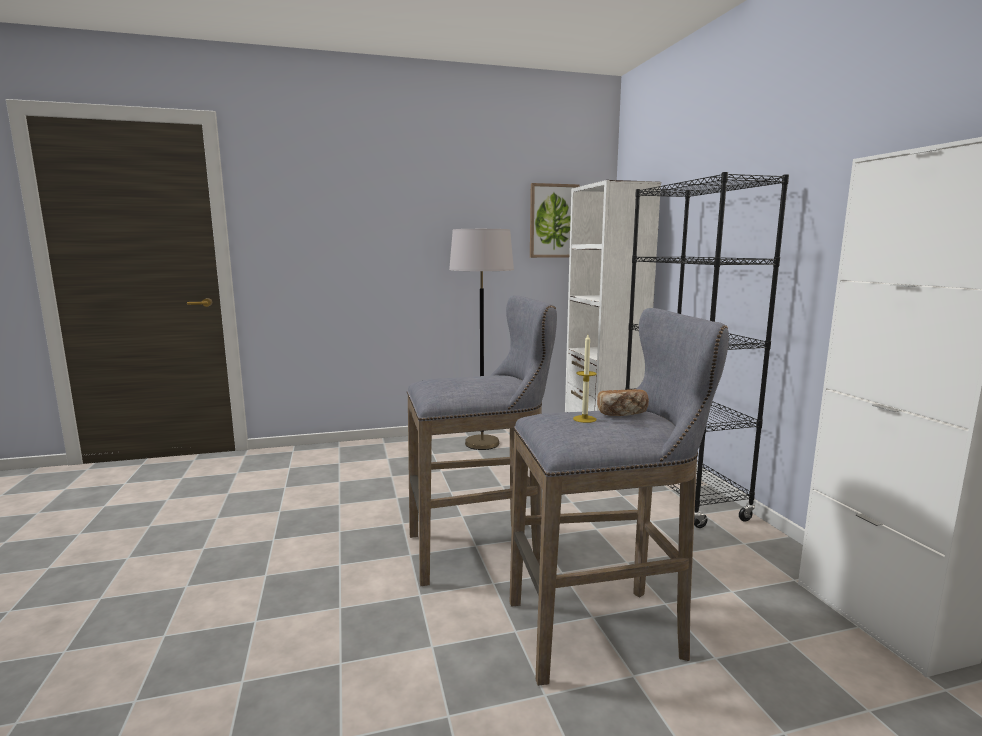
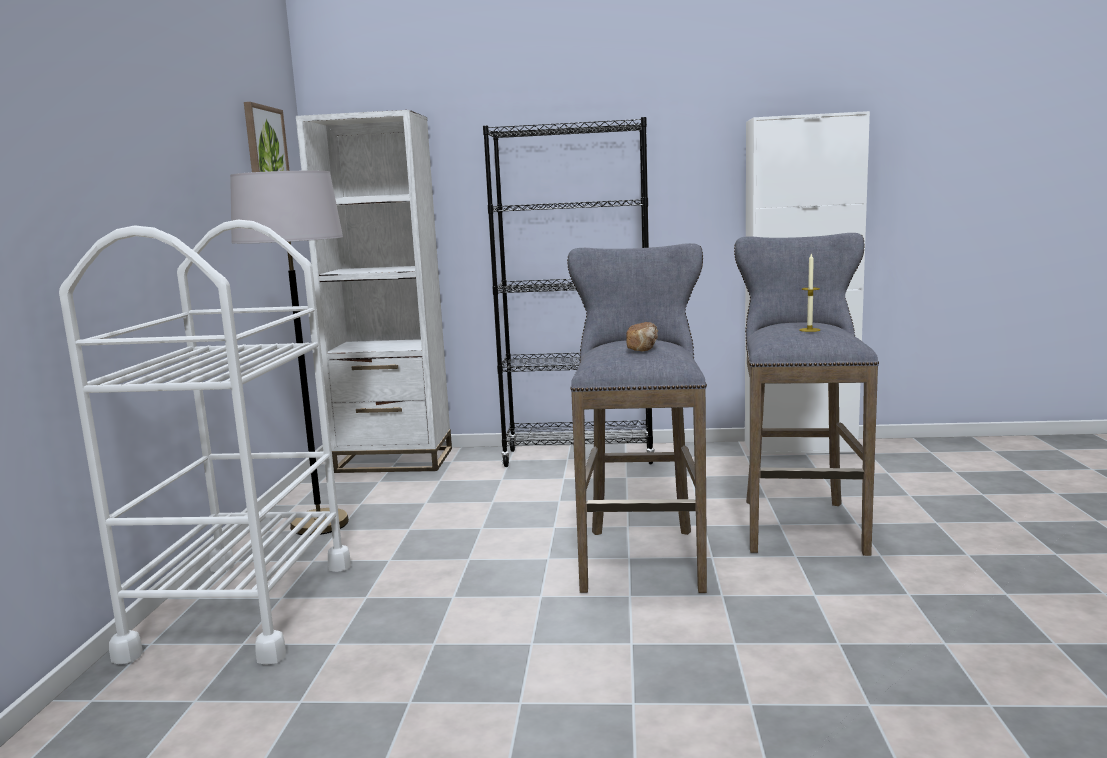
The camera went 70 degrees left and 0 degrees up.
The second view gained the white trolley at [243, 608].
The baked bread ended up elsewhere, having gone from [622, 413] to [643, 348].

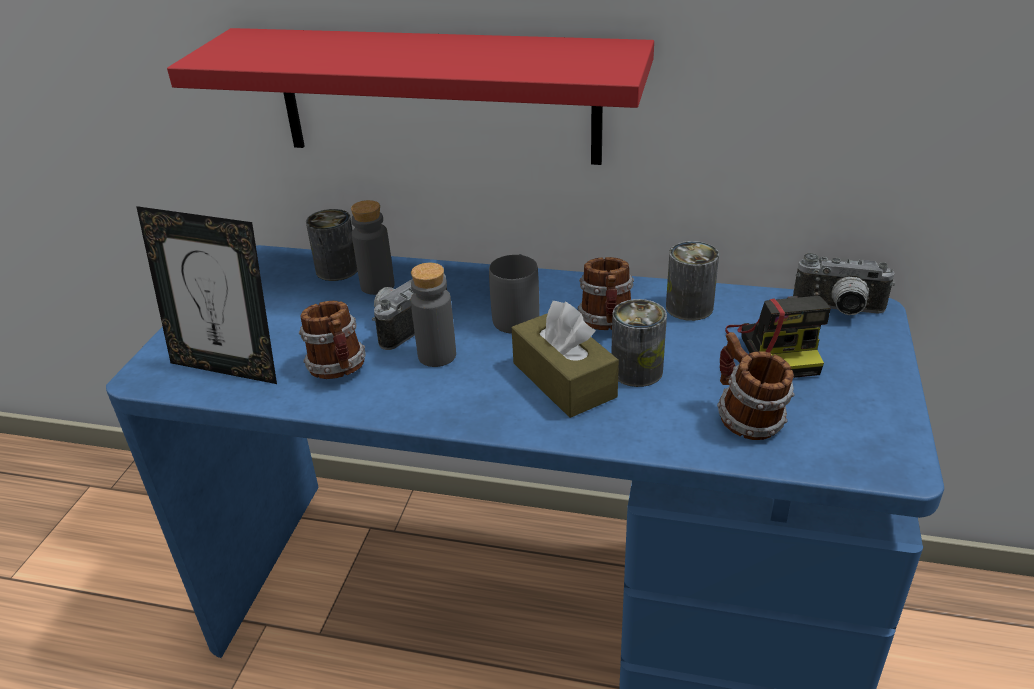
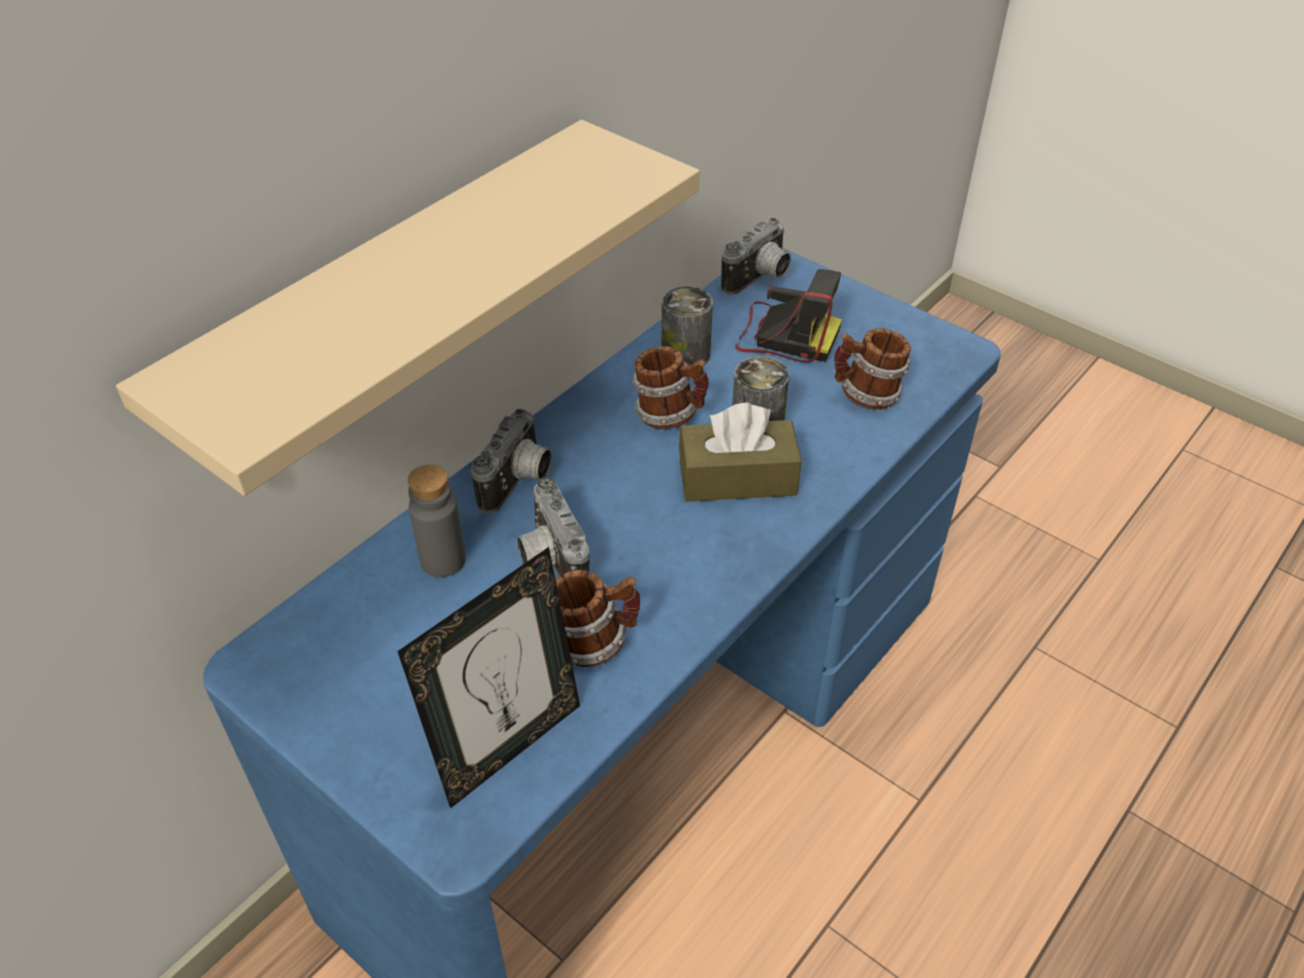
The camera went 65 degrees left and 10 degrees up.
What was the red-coloured bracket shelf at [437, 96] turned into the beige-coloured bracket shelf at [393, 304].
The second view gained the photo camera at [519, 482].
The second view lost the can at [337, 269].
The second view lost the greyish drink bottle at [437, 355].
The second view lost the greyish mug at [517, 314].

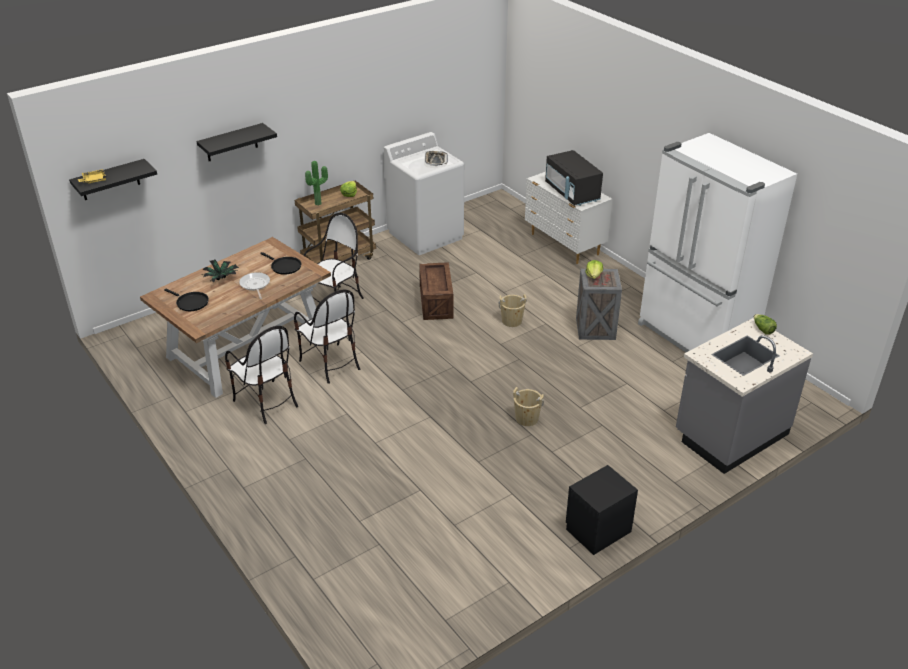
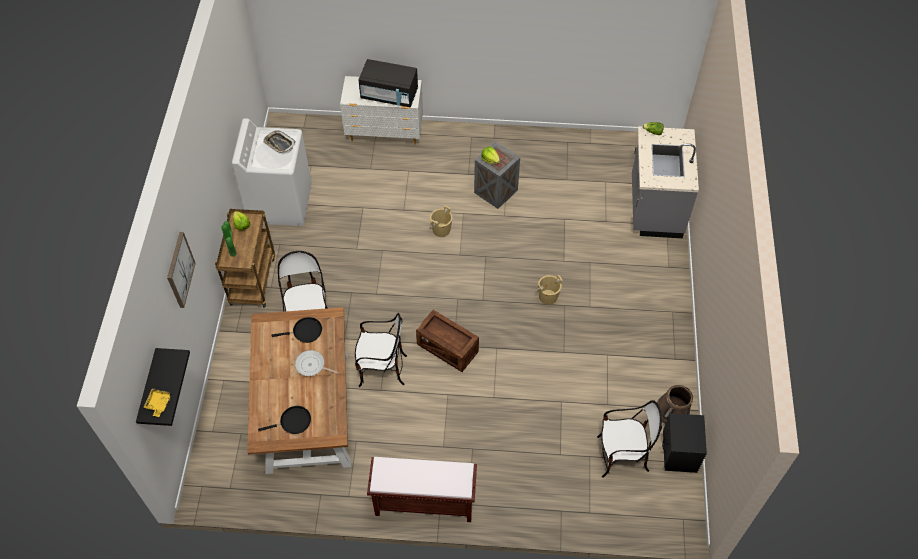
The camera went 50 degrees left and 20 degrees up.
Where the blackish bracket shelf hung at [231, 143], the wall art came to hang at [179, 270].
The second view gained the brownish long seat at [423, 502].
The packing crate ended up elsewhere, having gone from [436, 303] to [447, 348].
The upright chair ended up elsewhere, having gone from [266, 402] to [621, 456].
The second view gained the brownish pail at [671, 411].
The blackish nightstand ended up elsewhere, having gone from [598, 530] to [679, 453].
The second view lost the potted plant at [221, 279].
The second view lost the white fridge at [694, 337].

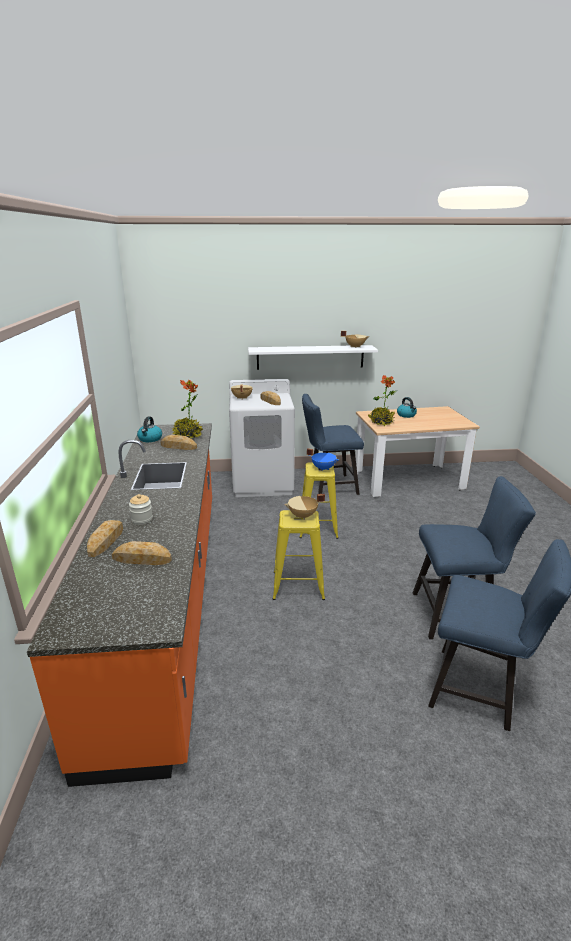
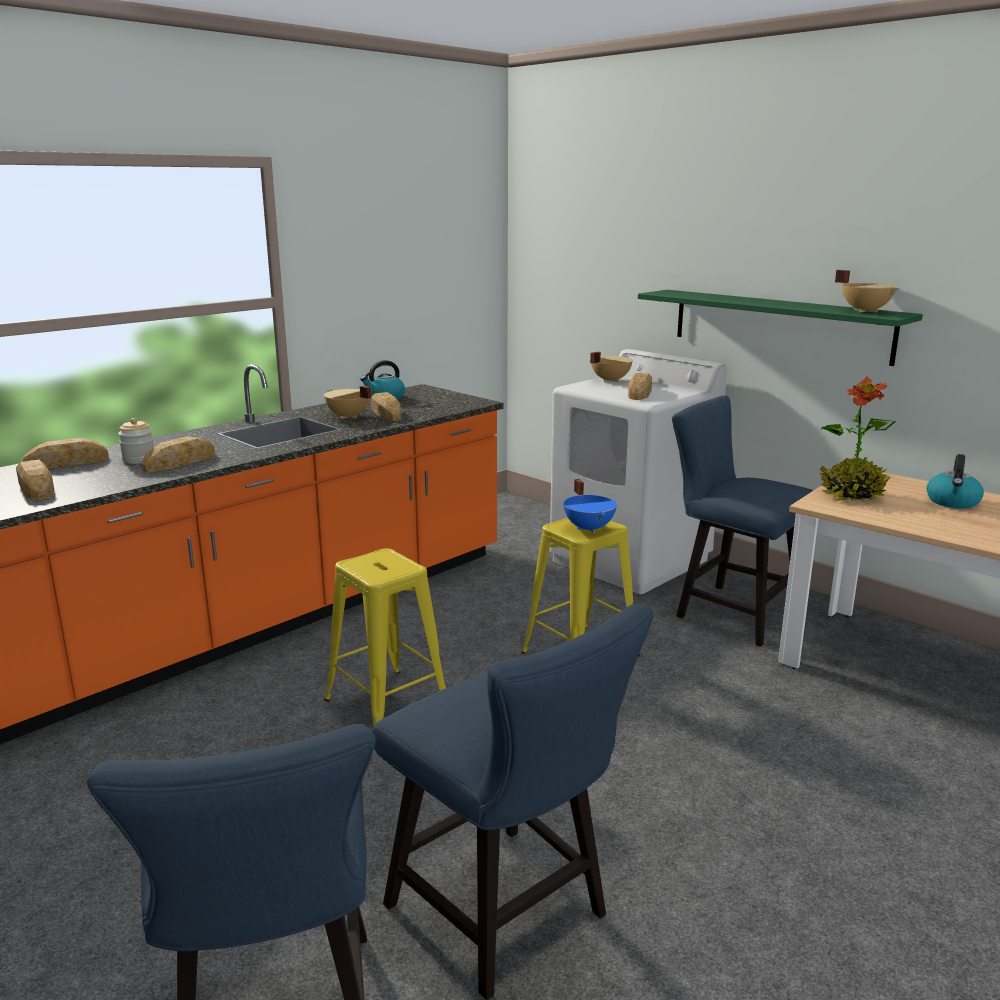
The camera went 50 degrees right and 5 degrees down.
The second view gained the baked bread at [179, 462].
The beige-coloured cooking pot ended up elsewhere, having gone from [303, 516] to [348, 417].
What was the white bracket shelf at [310, 357] turned into the green-coloured bracket shelf at [779, 325].
The second view lost the potted plant at [188, 435].

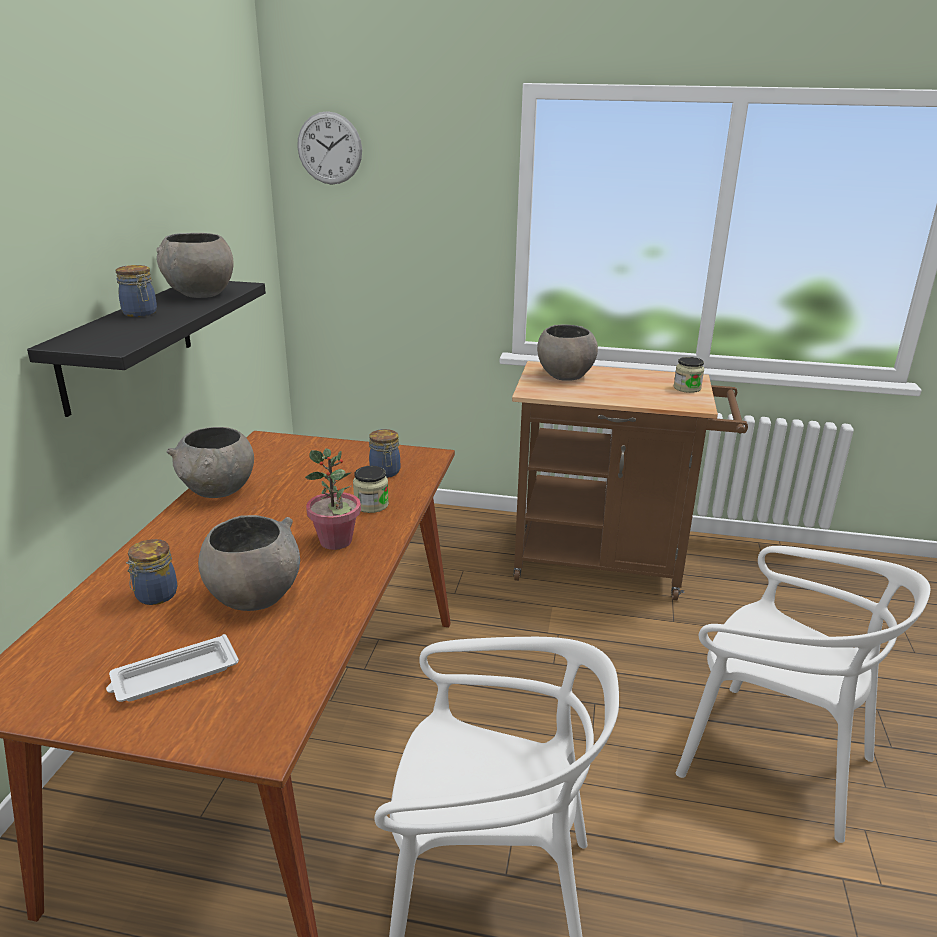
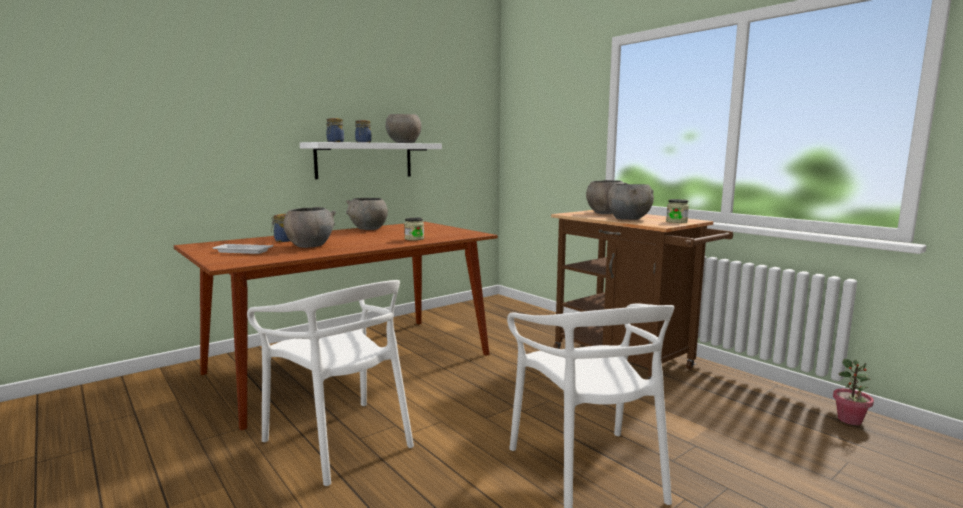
The camera went 40 degrees right and 15 degrees down.
What was the blackish bracket shelf at [128, 343] turned into the white bracket shelf at [364, 160].
The jar ended up elsewhere, having gone from [385, 472] to [335, 142].
The second view gained the greyish deep dish at [629, 219].
The potted plant ended up elsewhere, having gone from [336, 541] to [850, 420].
The second view lost the hanging clock at [329, 148].

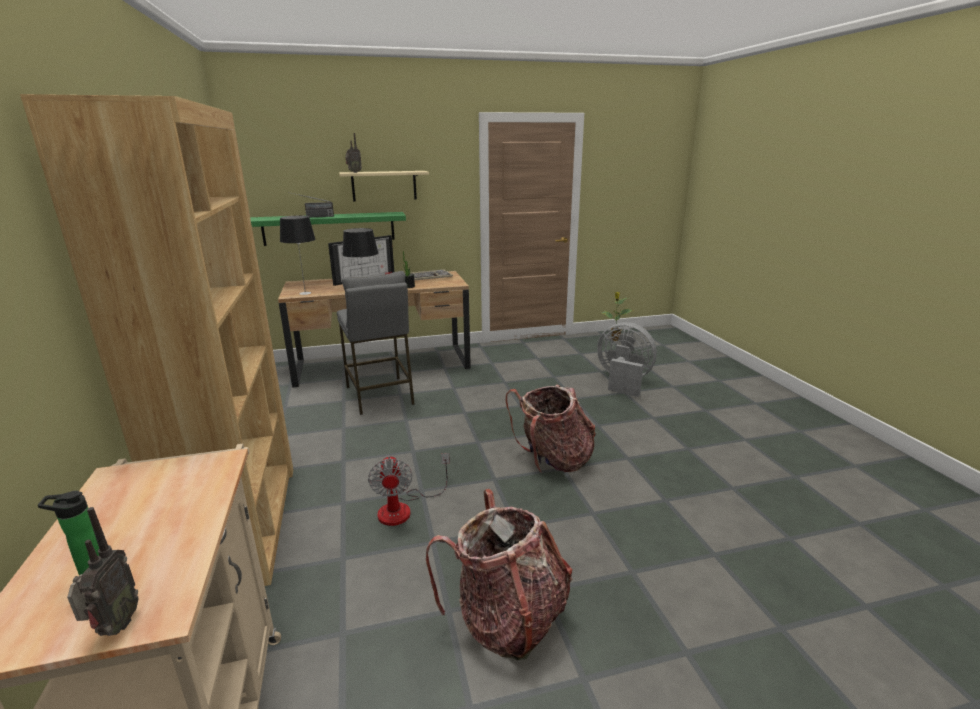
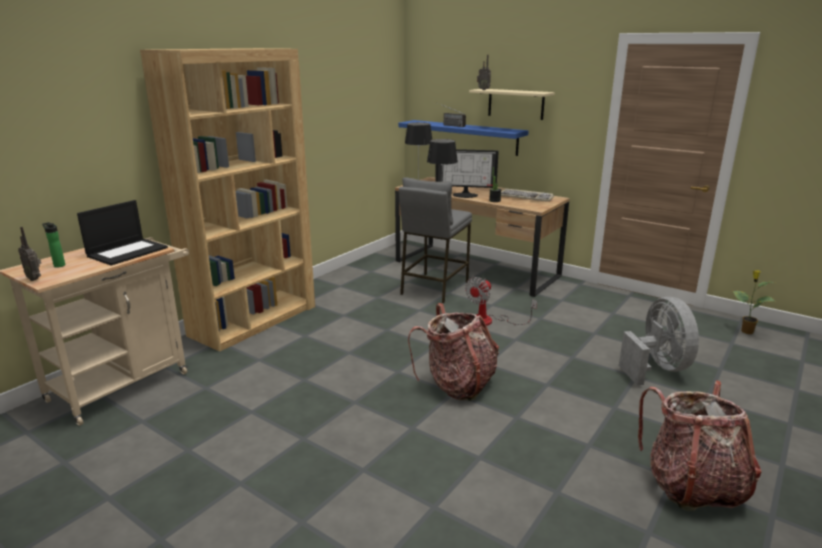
The camera went 50 degrees right and 0 degrees up.
The radio receiver at [114, 628] ended up facing another way, 75 degrees clockwise from before.
The second view gained the laptop at [127, 251].
What was the green-coloured bracket shelf at [329, 228] turned into the blue-coloured bracket shelf at [467, 137].
The fan ended up elsewhere, having gone from [404, 508] to [489, 321].
The knapsack ended up elsewhere, having gone from [507, 619] to [692, 486].

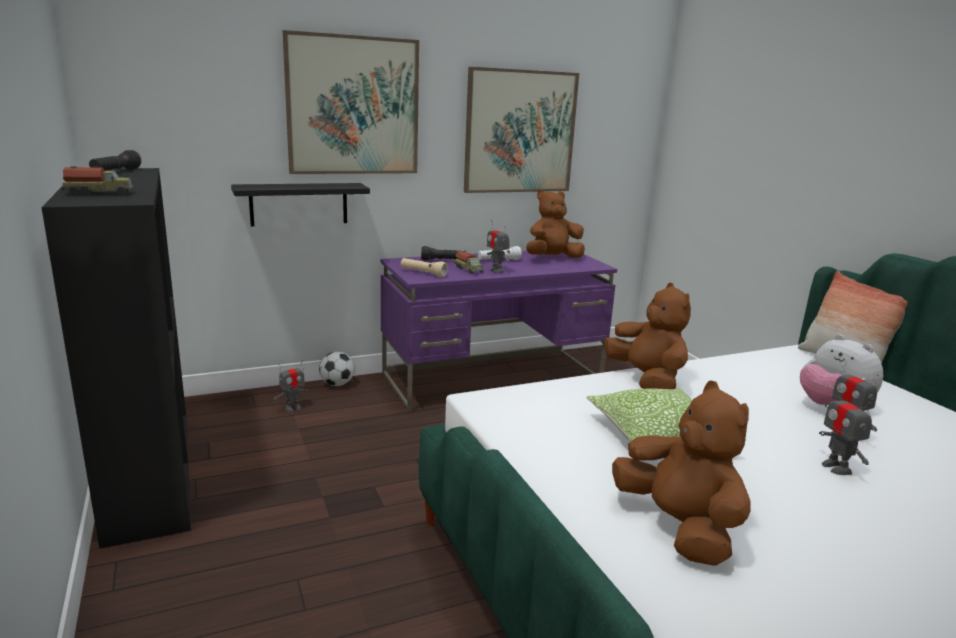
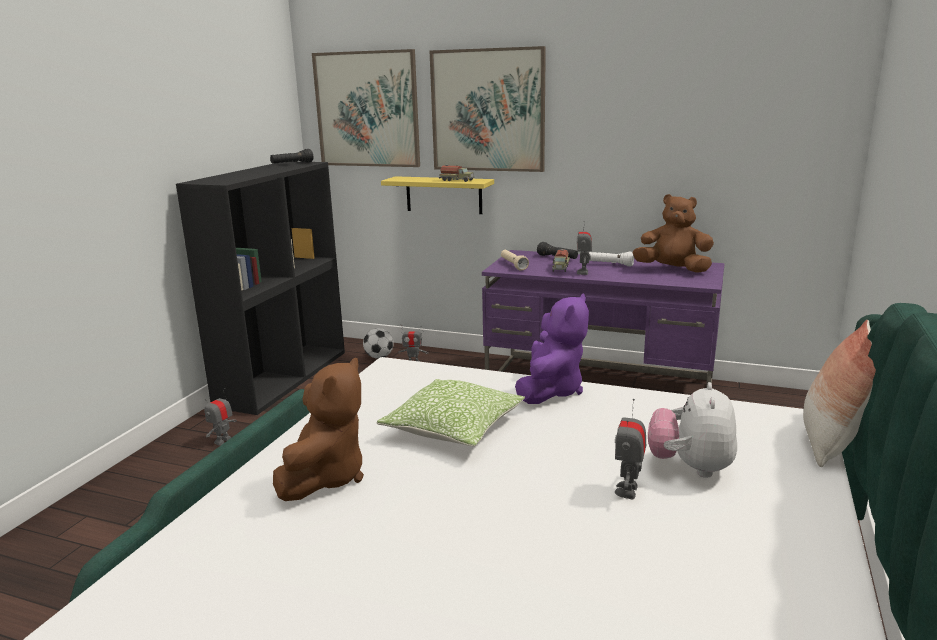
The camera went 45 degrees right and 0 degrees up.
The robot figure ended up elsewhere, having gone from [836, 468] to [223, 441].
The wall art ended up elsewhere, having gone from [520, 132] to [367, 109].
The football ended up elsewhere, having gone from [337, 384] to [379, 357].
What was the blackish bracket shelf at [299, 204] turned into the yellowish bracket shelf at [443, 195].
The model truck ended up elsewhere, having gone from [99, 193] to [457, 180].
What was the brownish cuddly toy at [646, 380] turned into the purple cuddly toy at [551, 391].

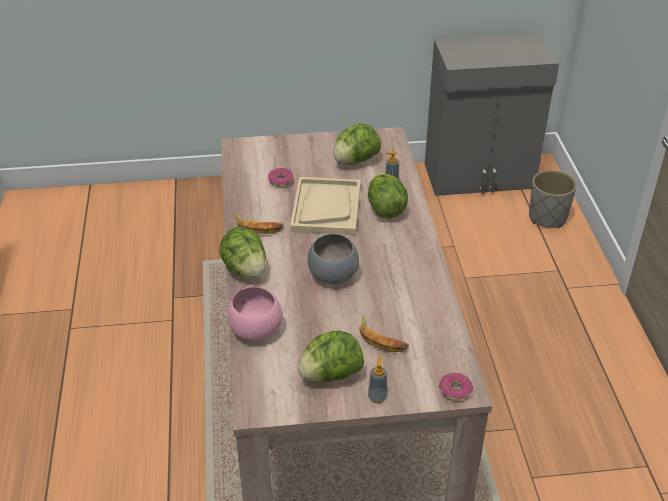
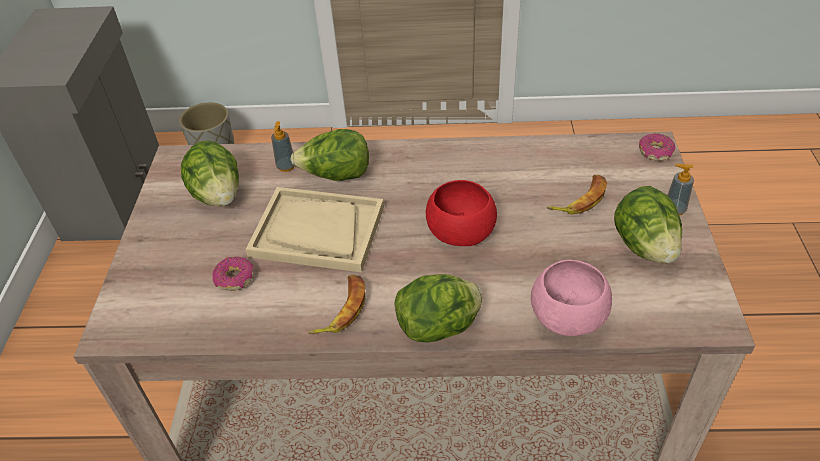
The camera went 80 degrees left and 5 degrees up.
What was the greyish deep dish at [332, 275] turned into the red-coloured deep dish at [462, 233].

